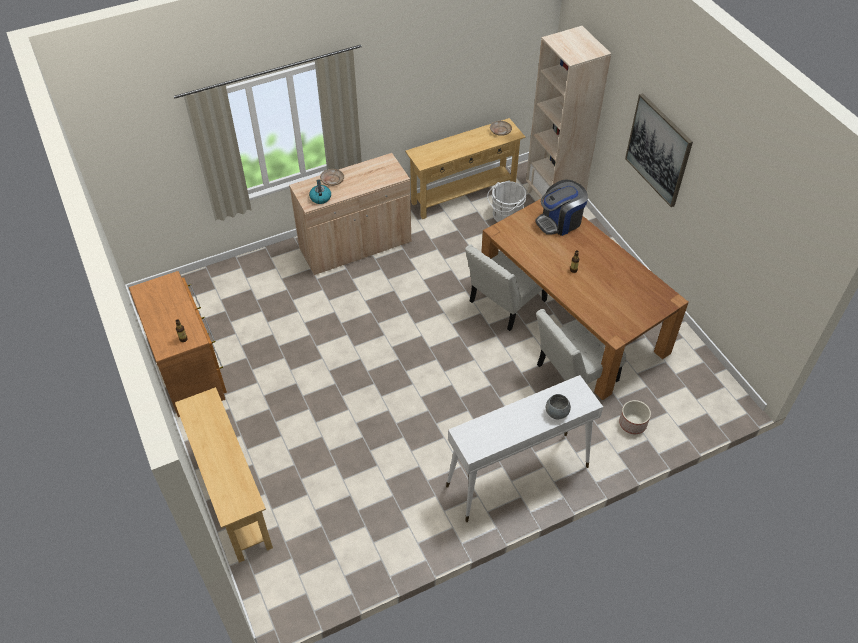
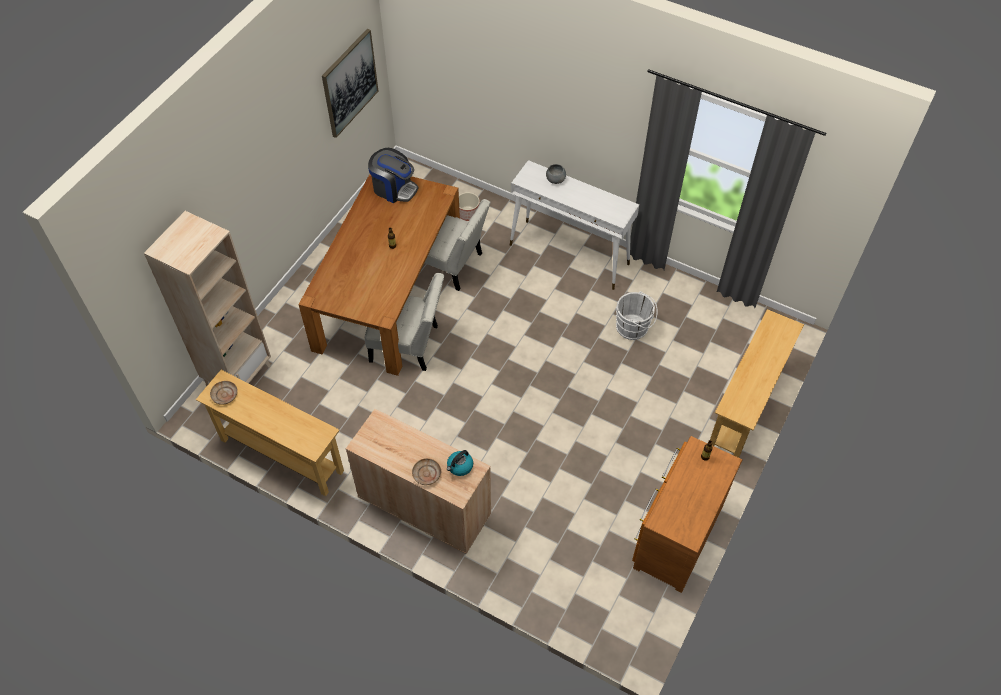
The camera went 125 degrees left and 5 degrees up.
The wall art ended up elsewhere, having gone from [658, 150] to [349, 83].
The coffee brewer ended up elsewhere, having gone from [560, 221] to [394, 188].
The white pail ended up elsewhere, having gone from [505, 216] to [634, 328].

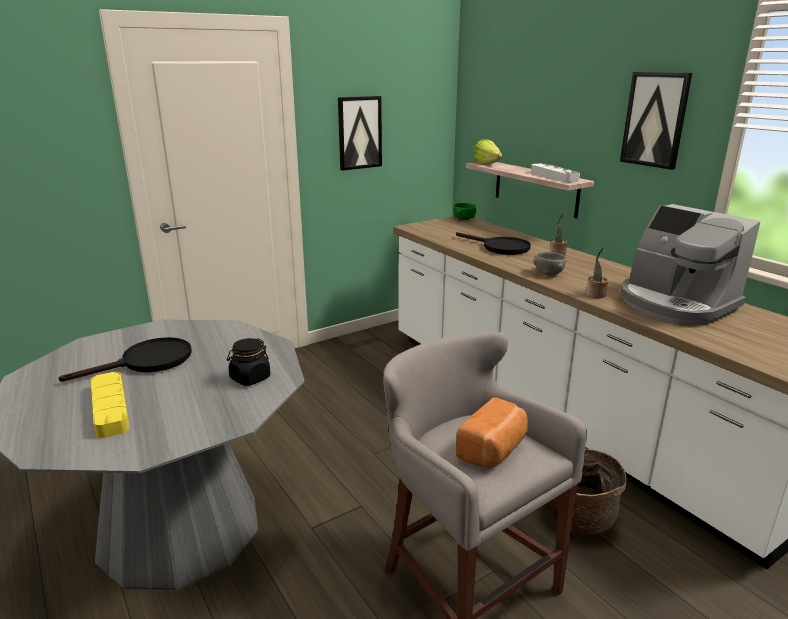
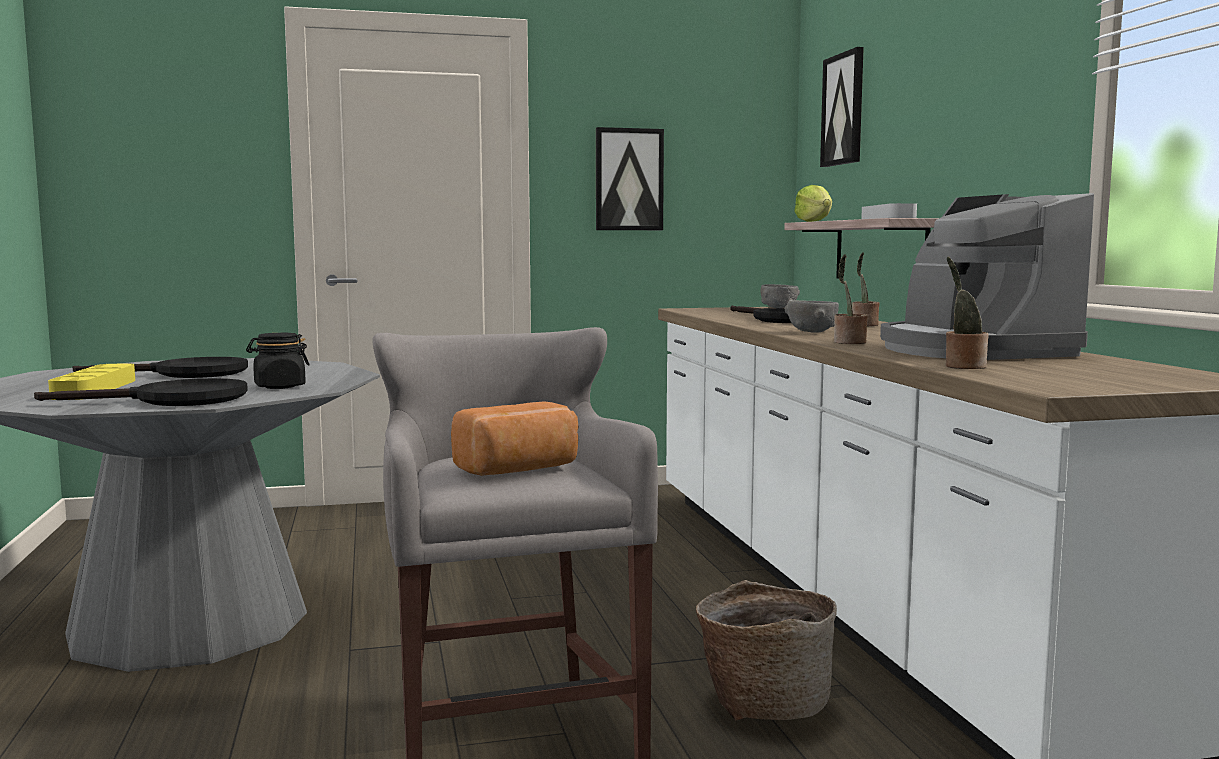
The camera went 20 degrees right and 15 degrees down.
The second view gained the blackish pan at [175, 400].
What was the green-coloured deep dish at [464, 219] turned into the greyish deep dish at [778, 307].
The wall art ended up elsewhere, having gone from [655, 120] to [843, 109].
The second view gained the potted plant at [962, 366].

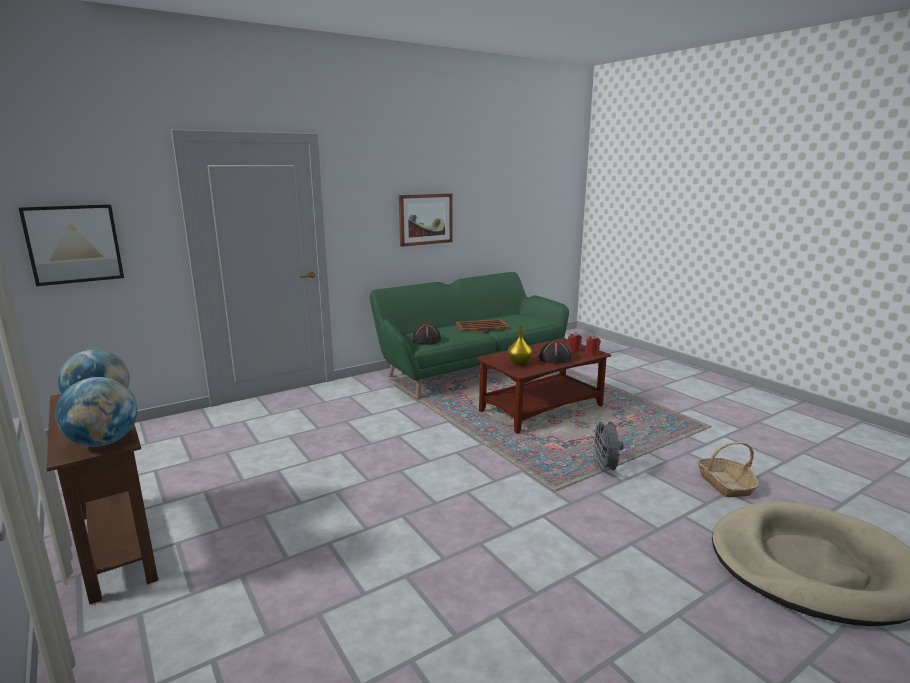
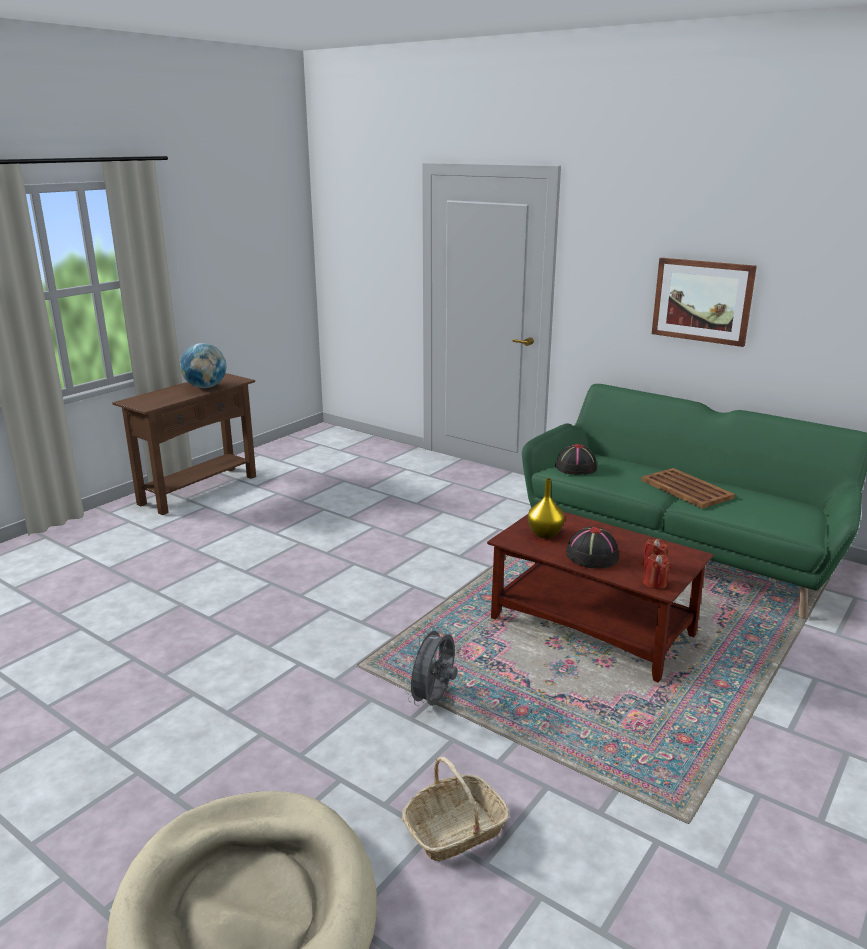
The camera went 70 degrees right and 5 degrees up.
The greyish fan at [604, 470] ended up facing another way, 45 degrees counterclockwise from before.
The second view lost the wall art at [74, 244].
The second view lost the desk globe at [104, 442].

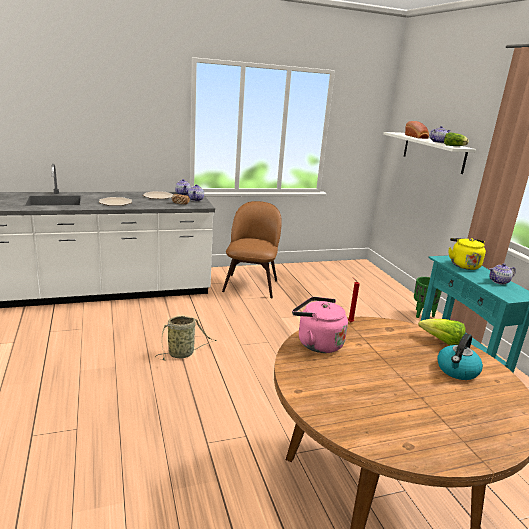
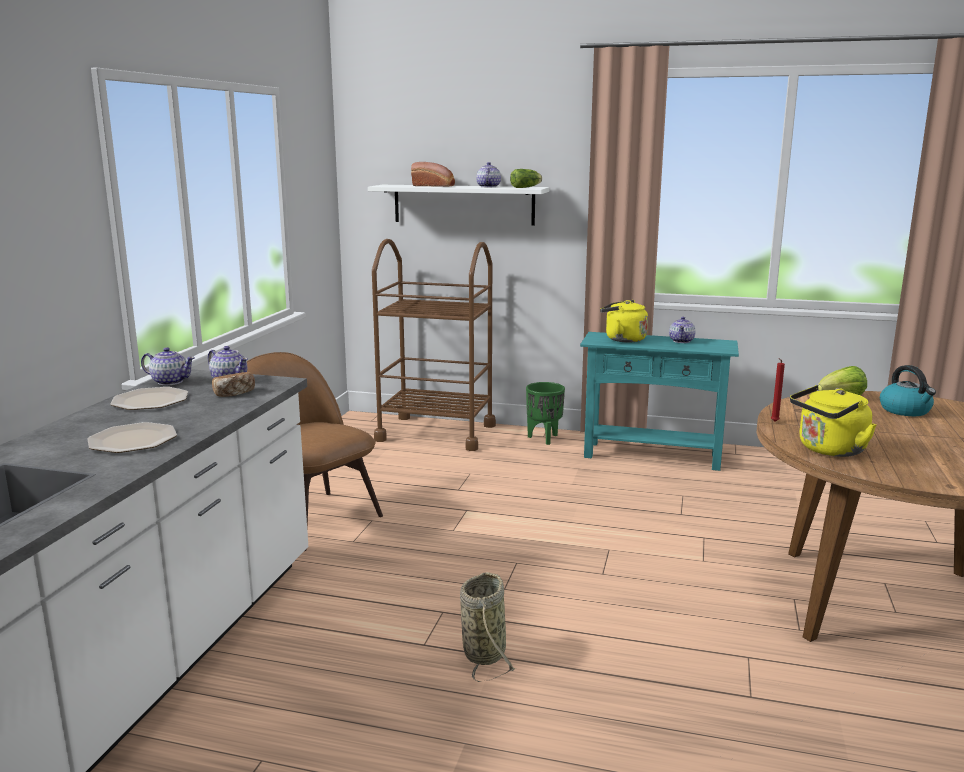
The camera went 55 degrees left and 5 degrees down.
The second view gained the brownish trolley at [436, 433].
What was the pink water kettle at [317, 343] turned into the yellowish water kettle at [829, 450].

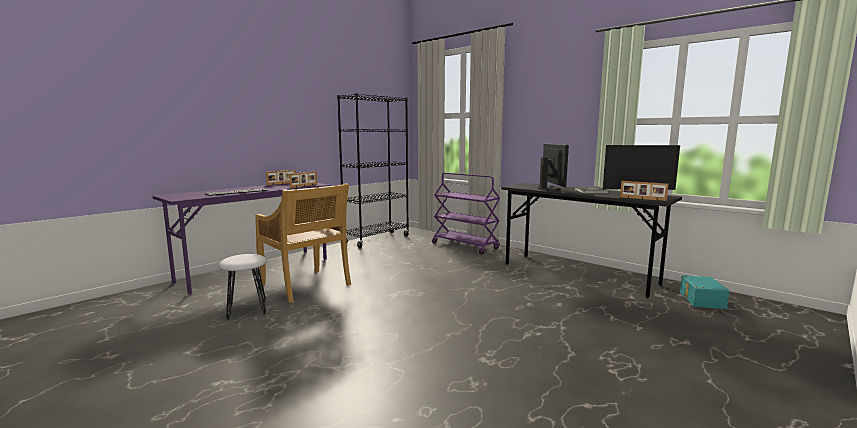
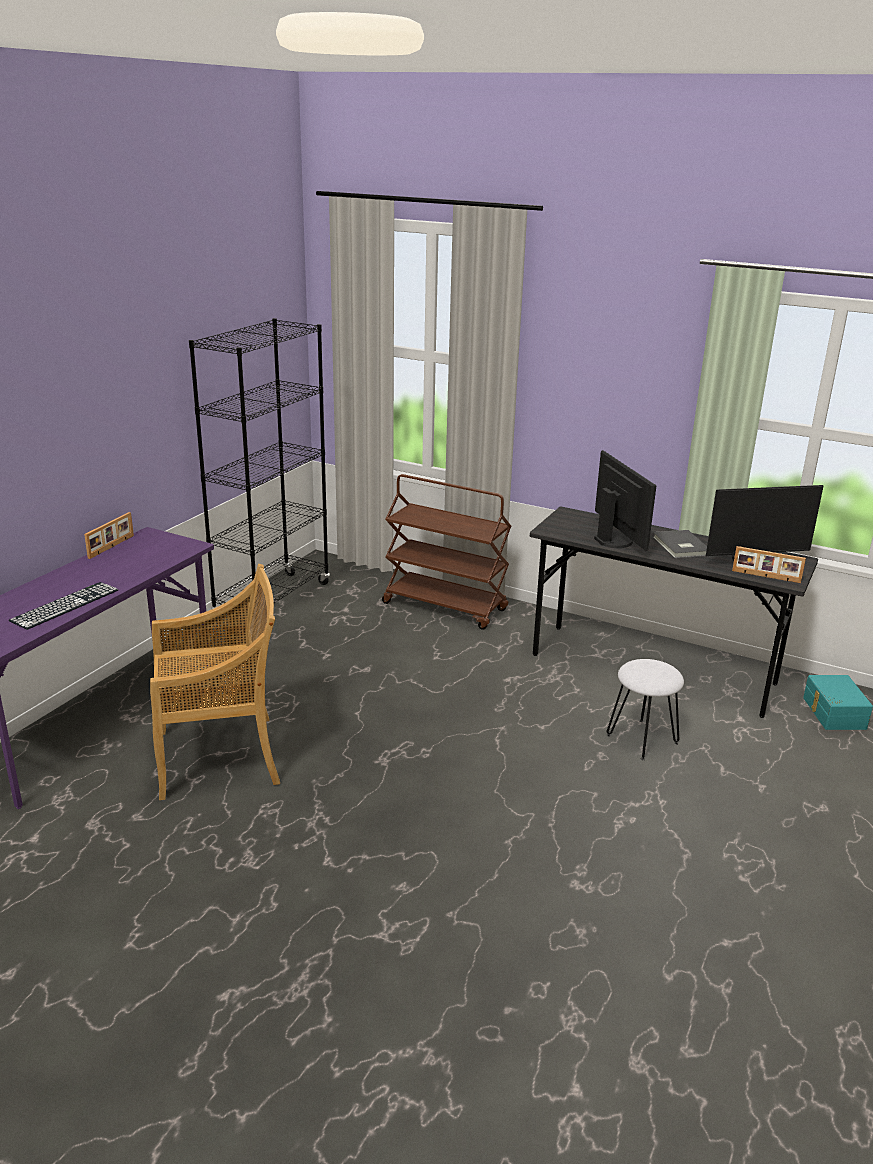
The camera went 15 degrees left and 15 degrees up.
The beige-coloured upright chair at [306, 286] ended up facing another way, 45 degrees counterclockwise from before.
What was the purple trolley at [465, 246] turned into the brownish trolley at [445, 607].
The white stool seat ended up elsewhere, having gone from [246, 310] to [641, 739].
The second view lost the photo frame at [304, 186].

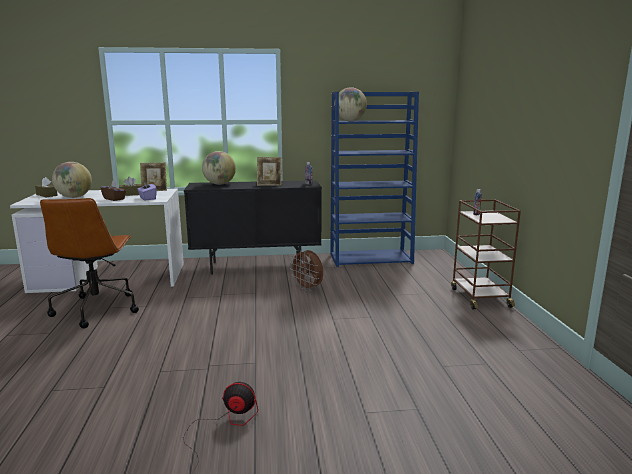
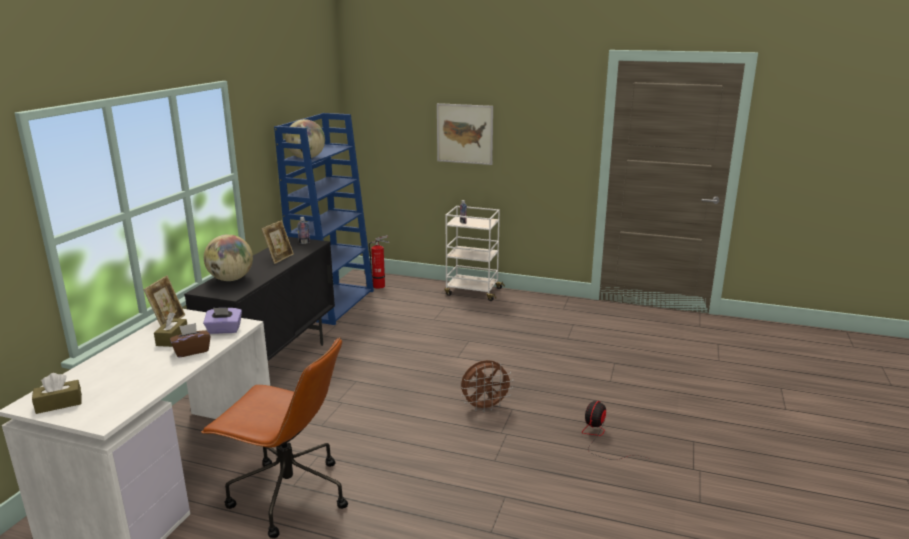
The camera went 65 degrees left and 5 degrees up.
The second view gained the fire-fighting cylinder at [380, 286].
The second view gained the wall art at [464, 134].
What was the brownish trolley at [479, 297] turned into the white trolley at [472, 291].
The brownish fan ended up elsewhere, having gone from [308, 288] to [485, 407].
The second view lost the desk globe at [74, 197].

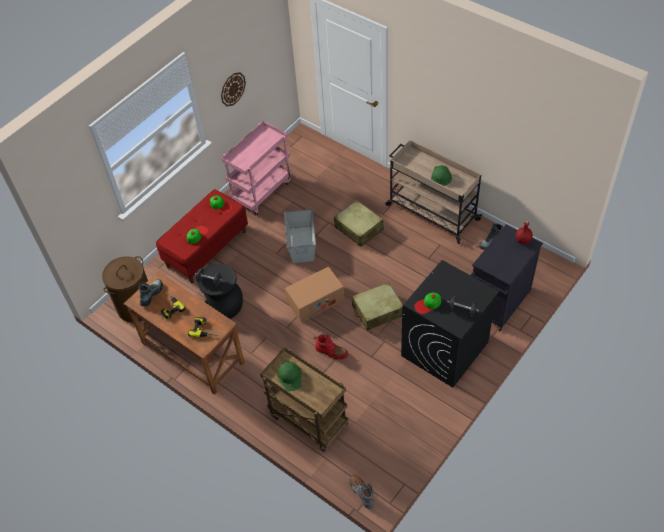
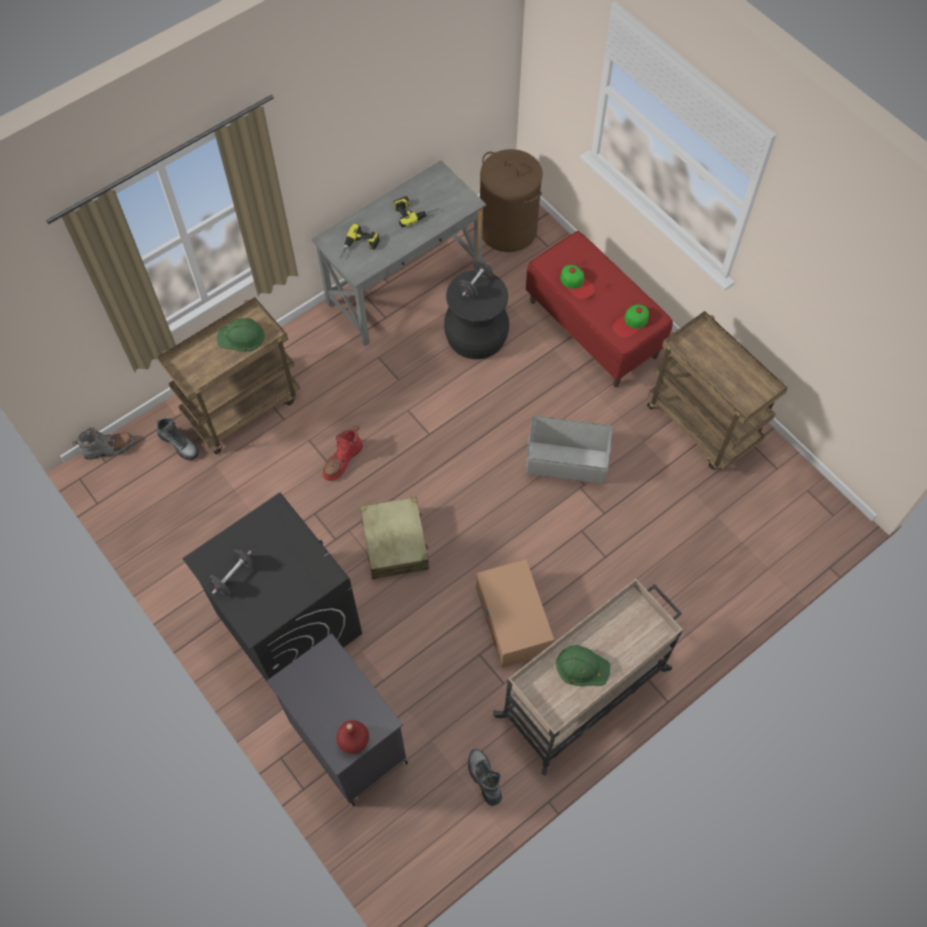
The camera went 100 degrees right and 10 degrees up.
The tall boot ended up elsewhere, having gone from [151, 295] to [179, 444].
What was the brownish desk at [192, 353] turned into the greyish desk at [404, 286].
The cardboard box ended up elsewhere, having gone from [315, 301] to [513, 620].
What was the pink trolley at [261, 191] turned into the brownish trolley at [703, 425].
The second view lost the hanging clock at [232, 89].
The second view lost the beige-coloured piece of luggage at [359, 228].
The second view lost the cap at [428, 304].

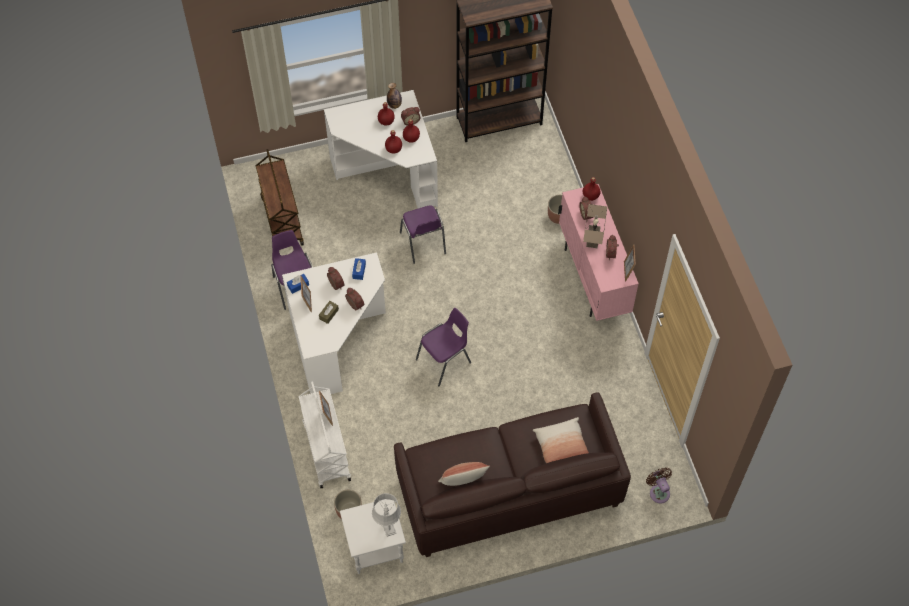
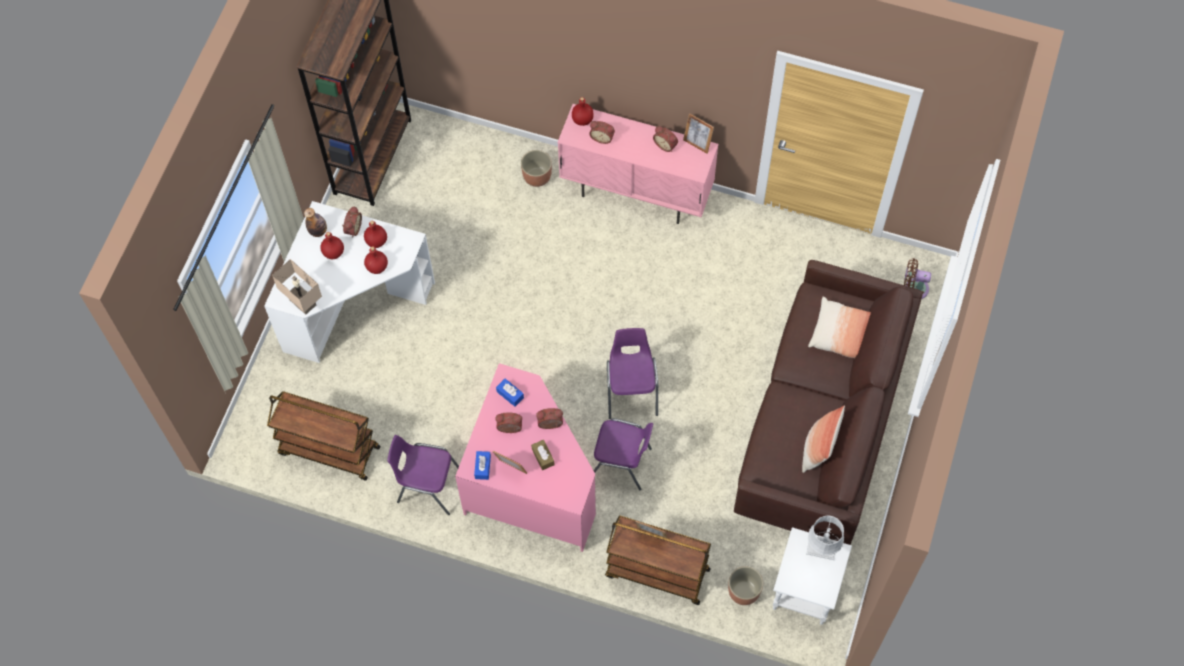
The camera went 55 degrees left and 5 degrees up.
The beige-coloured tabletop lamp ended up elsewhere, having gone from [591, 239] to [301, 303].
What was the white desk at [337, 342] turned into the pink desk at [531, 484].
The purple upright chair ended up elsewhere, having gone from [423, 244] to [621, 464].
What was the white trolley at [326, 450] turned into the brownish trolley at [656, 573].

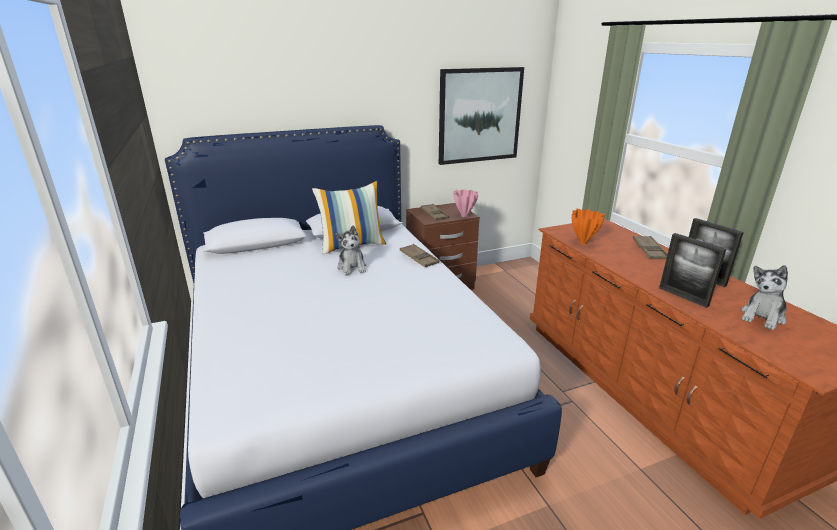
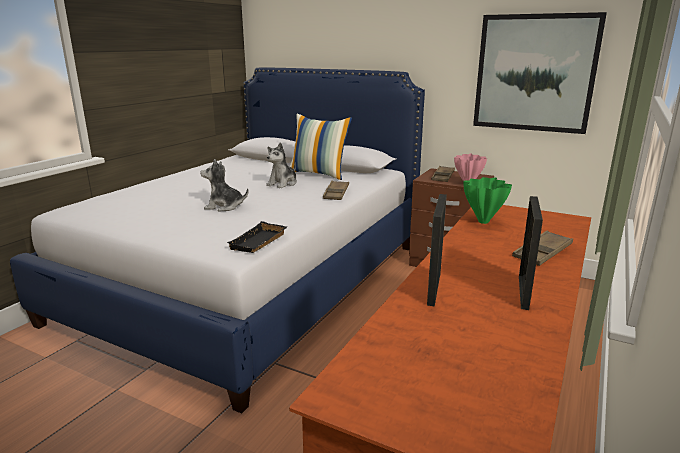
The camera went 50 degrees right and 5 degrees down.
The cuddly toy ended up elsewhere, having gone from [762, 317] to [224, 207].
The second view gained the blackish tray at [259, 242].
What was the orangey decorative vase at [583, 242] turned into the green-coloured decorative vase at [483, 222].

